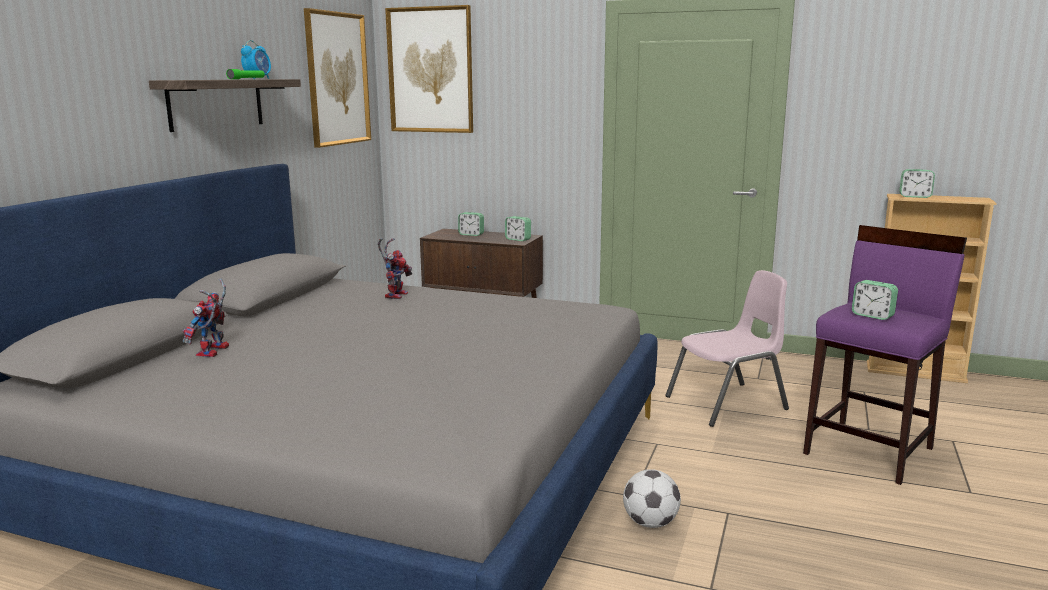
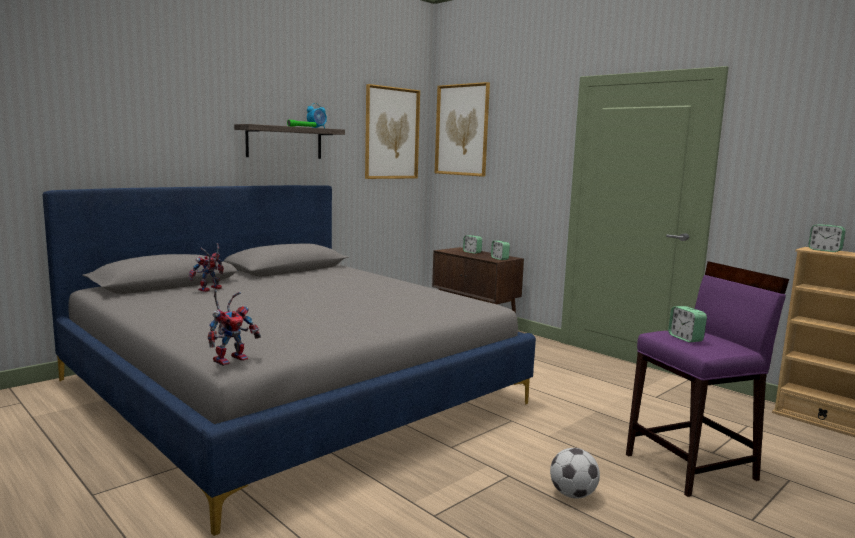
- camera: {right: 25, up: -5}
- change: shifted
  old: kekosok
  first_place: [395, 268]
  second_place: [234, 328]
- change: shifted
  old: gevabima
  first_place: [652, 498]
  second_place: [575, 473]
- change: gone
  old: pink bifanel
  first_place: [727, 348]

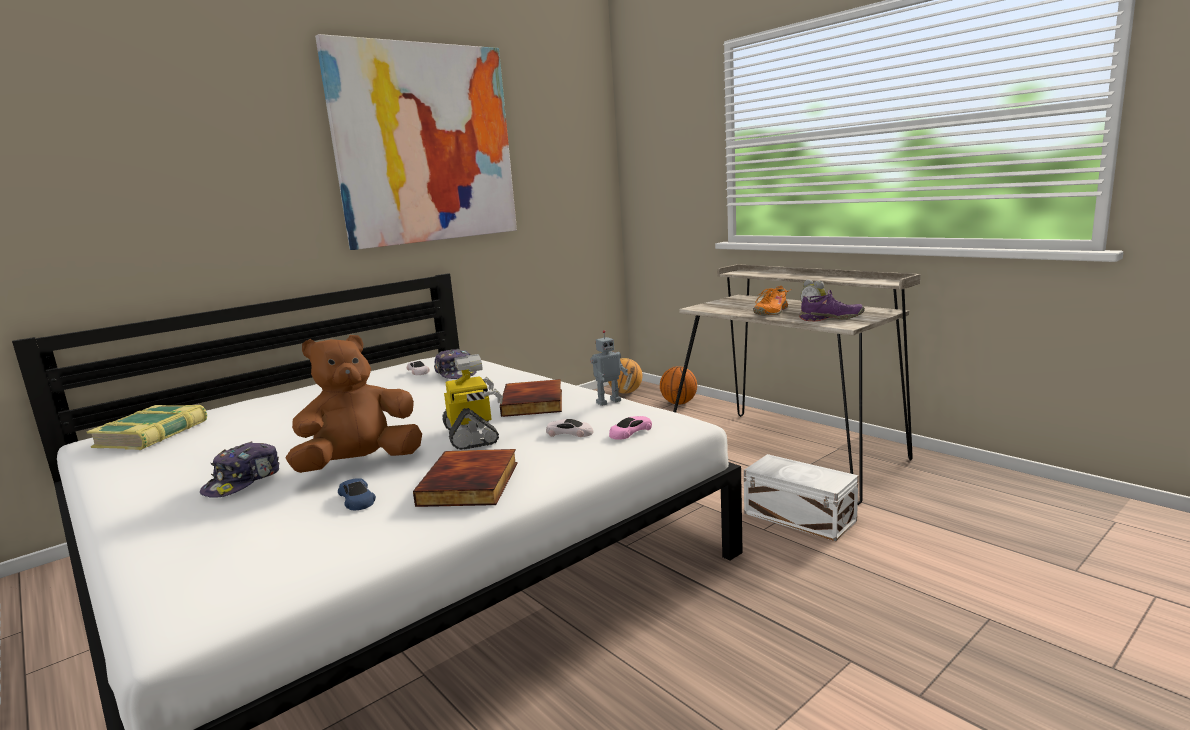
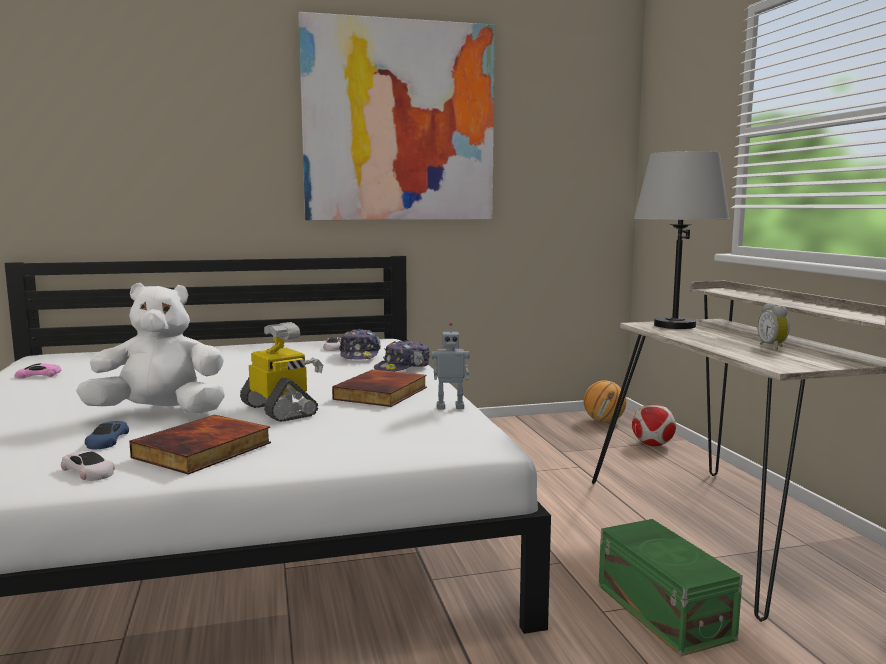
- camera: {right: 25, up: -5}
- change: shifted
  old: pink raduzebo
  first_place: [630, 428]
  second_place: [38, 370]
- change: shifted
  old: white raduzebo
  first_place: [569, 428]
  second_place: [88, 466]
- change: repainted
  old: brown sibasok
  new: white sibasok
  first_place: [354, 404]
  second_place: [150, 348]
- change: rotated
  old: kekosok
  first_place: [472, 402]
  second_place: [281, 372]
  degrees: -45
- change: shifted
  old: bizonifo
  first_place: [240, 469]
  second_place: [402, 356]
- change: repainted
  old: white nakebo
  new: green nakebo
  first_place: [801, 497]
  second_place: [671, 587]
- change: swapped
  old: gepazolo
  new: gevabima
  first_place: [678, 385]
  second_place: [654, 424]
- change: new
  new: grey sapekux
  second_place: [682, 240]
- change: gone
  old: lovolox
  first_place: [147, 427]
- change: gone
  old: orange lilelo
  first_place: [771, 300]
- change: gone
  old: purple lilelo
  first_place: [832, 305]

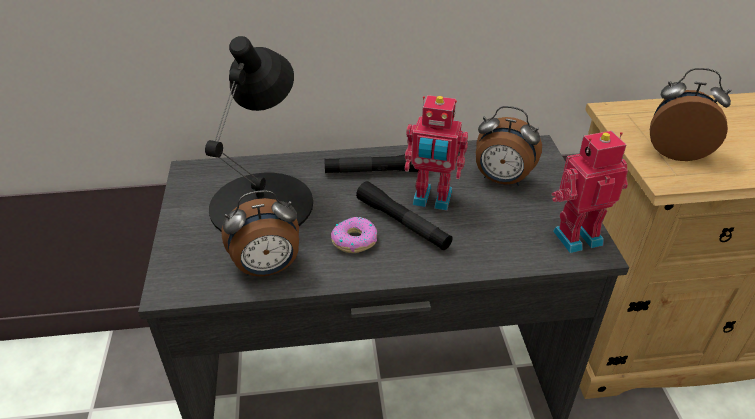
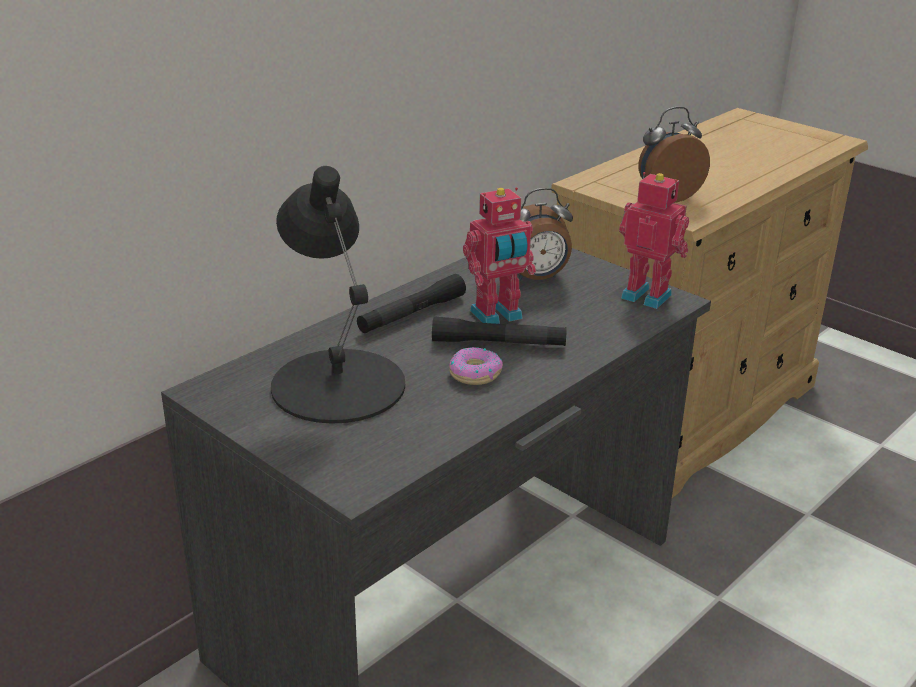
- camera: {right: -40, up: -10}
- change: rotated
  old: kekosok
  first_place: [589, 192]
  second_place: [654, 240]
  degrees: 90
- change: gone
  old: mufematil
  first_place: [260, 233]

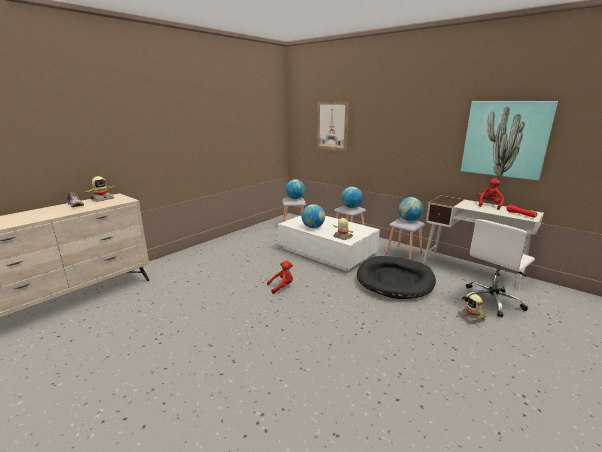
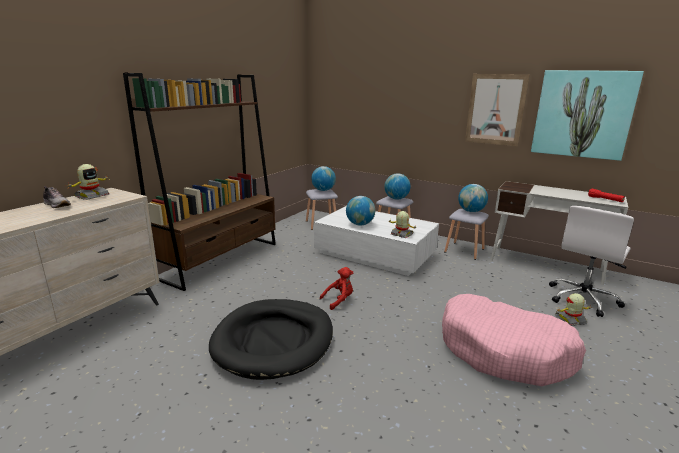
- camera: {right: -10, up: 0}
- change: new
  new: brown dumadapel
  second_place: [199, 181]
- change: shifted
  old: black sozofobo
  first_place: [396, 277]
  second_place: [271, 339]
- change: new
  new: pink sozofobo
  second_place: [514, 340]
- change: shifted
  old: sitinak
  first_place: [333, 126]
  second_place: [497, 110]
- change: rotated
  old: kekosok
  first_place: [472, 309]
  second_place: [573, 309]
  degrees: 105
- change: gone
  old: red sibasok
  first_place: [491, 194]

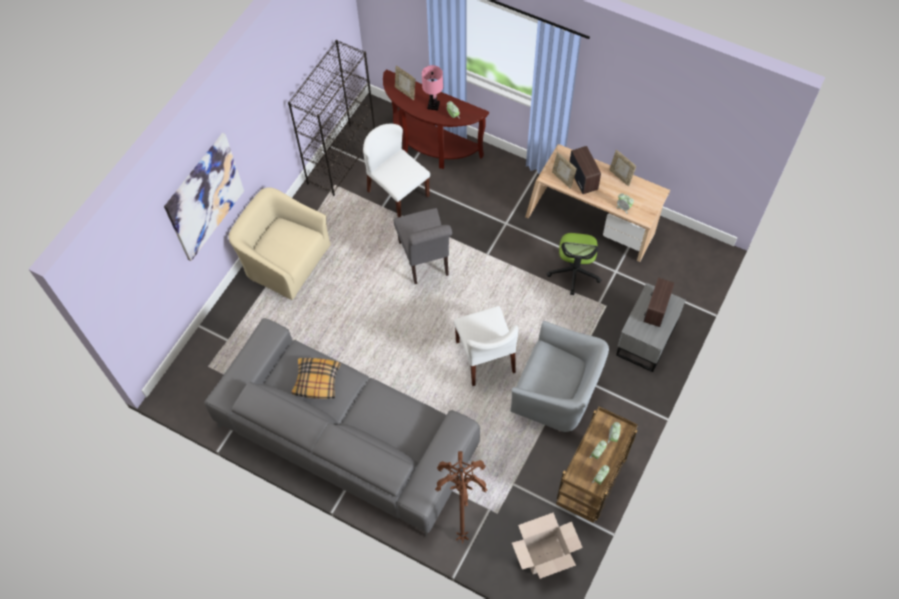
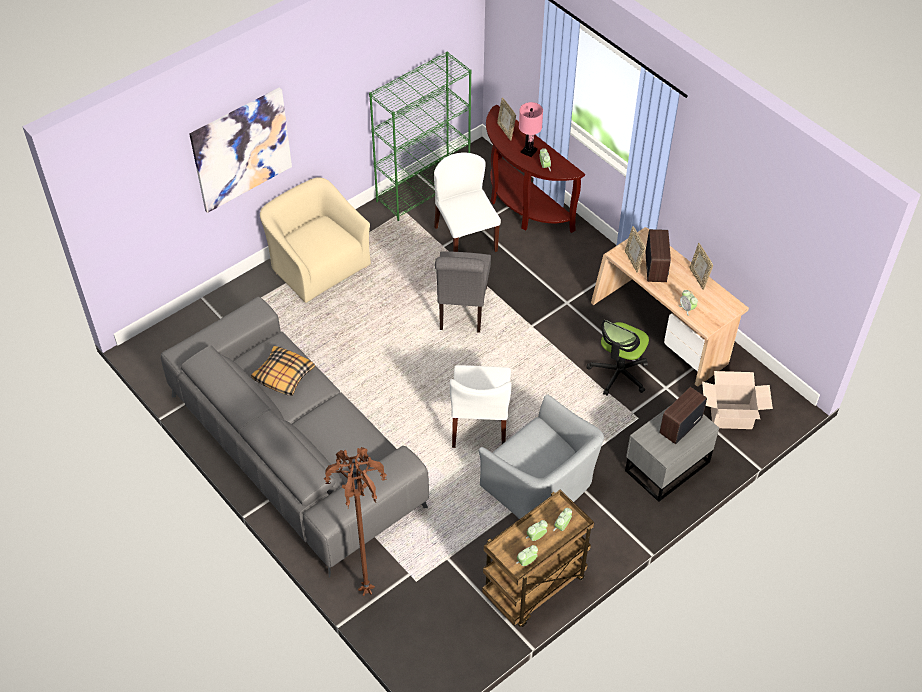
- camera: {right: 20, up: -10}
- change: repainted
  old: black dumadapel
  new: green dumadapel
  first_place: [331, 118]
  second_place: [420, 136]
- change: shifted
  old: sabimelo
  first_place: [547, 546]
  second_place: [737, 400]

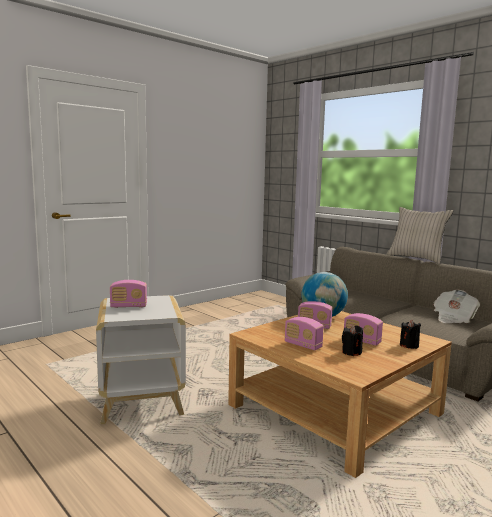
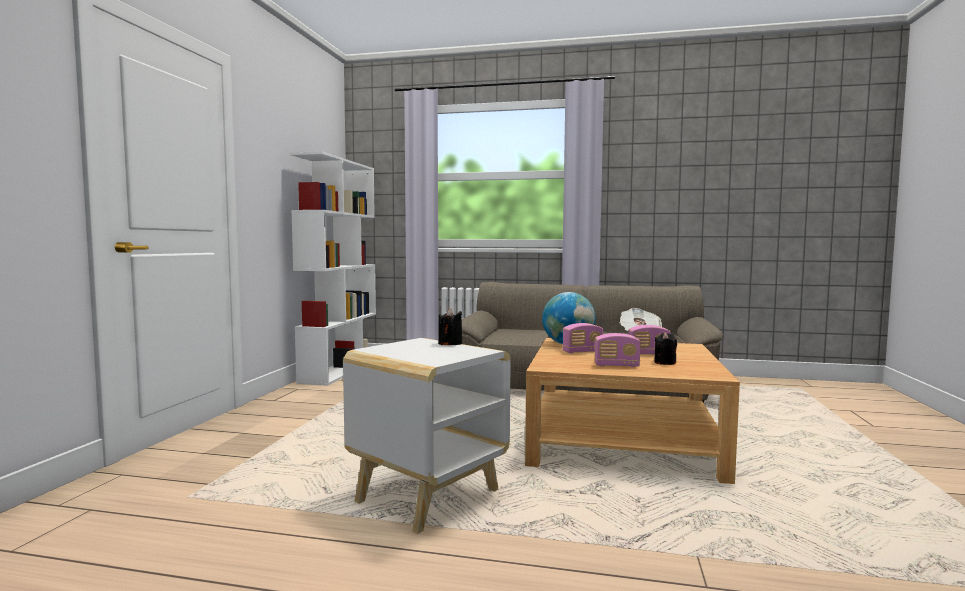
- camera: {right: -35, up: -5}
- change: new
  new: white dumadapel
  second_place: [333, 268]
- change: shifted
  old: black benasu
  first_place: [410, 334]
  second_place: [450, 327]
- change: gone
  old: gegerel
  first_place: [128, 294]
- change: gone
  old: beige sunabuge
  first_place: [420, 235]

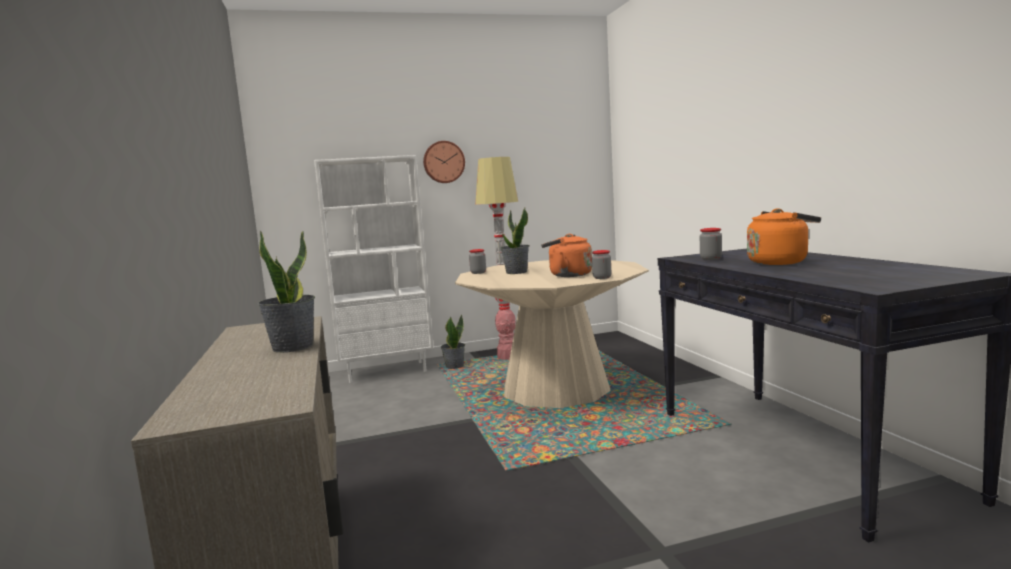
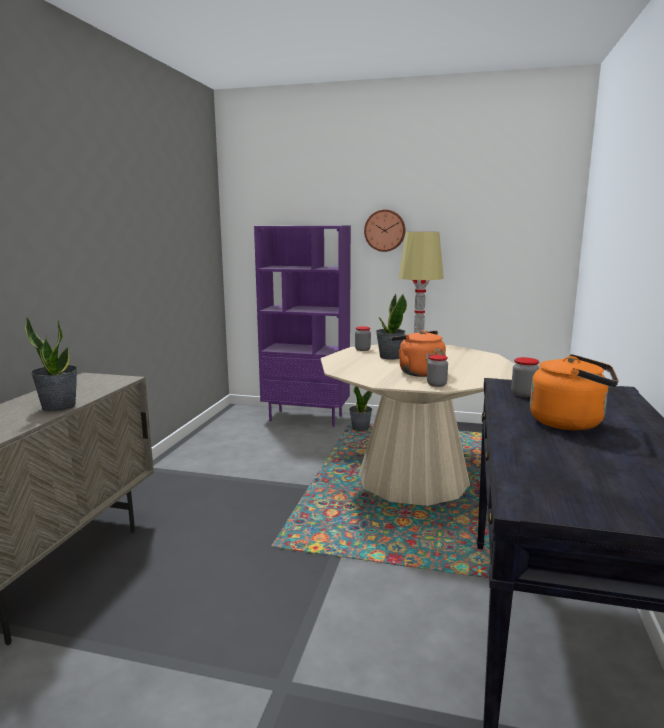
- camera: {right: 30, up: 5}
- change: repainted
  old: white dumadapel
  new: purple dumadapel
  first_place: [373, 269]
  second_place: [302, 326]

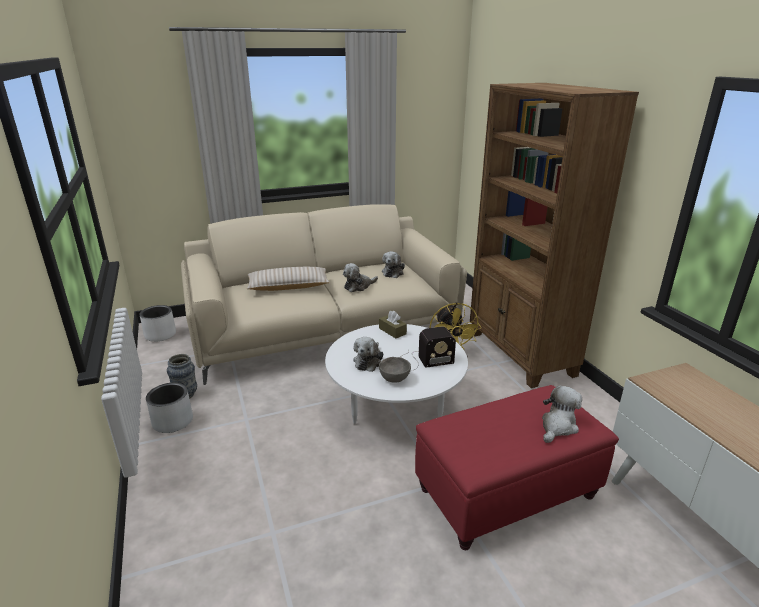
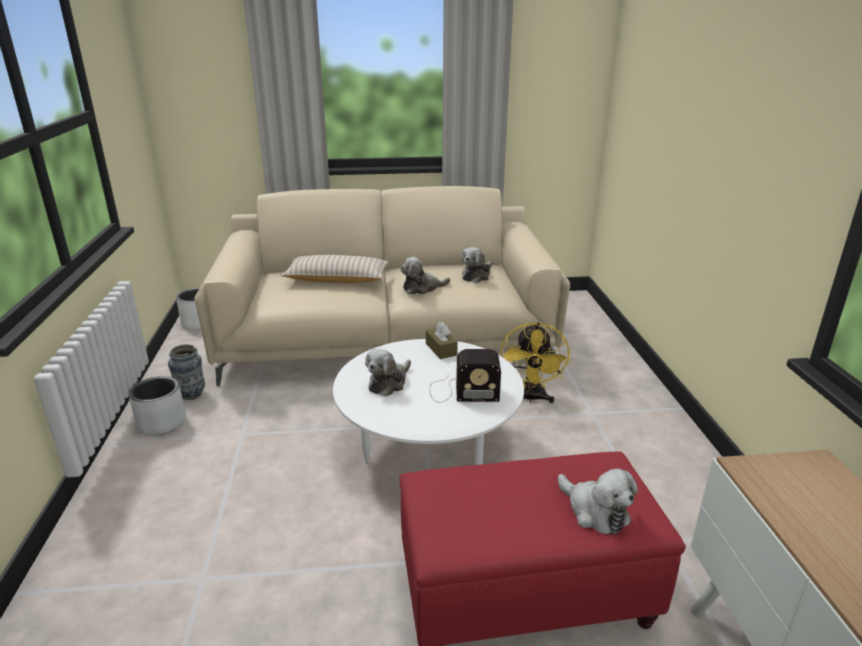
- camera: {right: 15, up: 0}
- change: rotated
  old: sibasok
  first_place: [562, 414]
  second_place: [598, 502]
  degrees: 90
- change: gone
  old: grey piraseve
  first_place: [395, 370]
- change: gone
  old: brown dumadapel
  first_place: [554, 235]

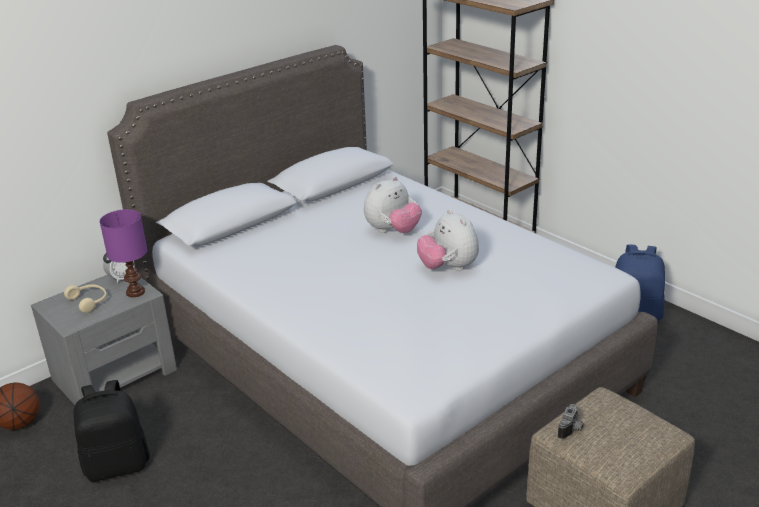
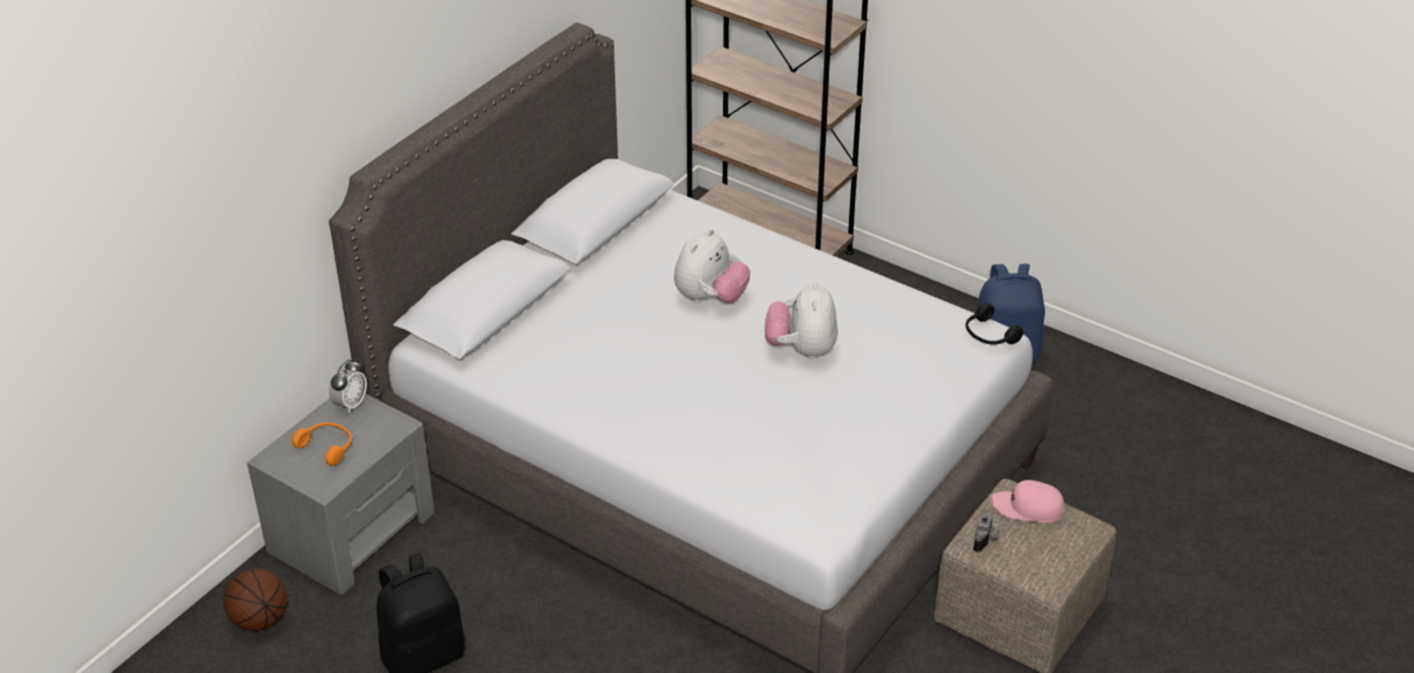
- camera: {right: -15, up: 10}
- change: repainted
  old: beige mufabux
  new: orange mufabux
  first_place: [85, 299]
  second_place: [322, 444]
- change: rotated
  old: sibasok
  first_place: [448, 240]
  second_place: [801, 320]
  degrees: 45
- change: new
  new: black mufabux
  second_place: [994, 324]
- change: new
  new: pink bizonifo
  second_place: [1027, 501]
- change: gone
  old: purple sapekux
  first_place: [123, 253]

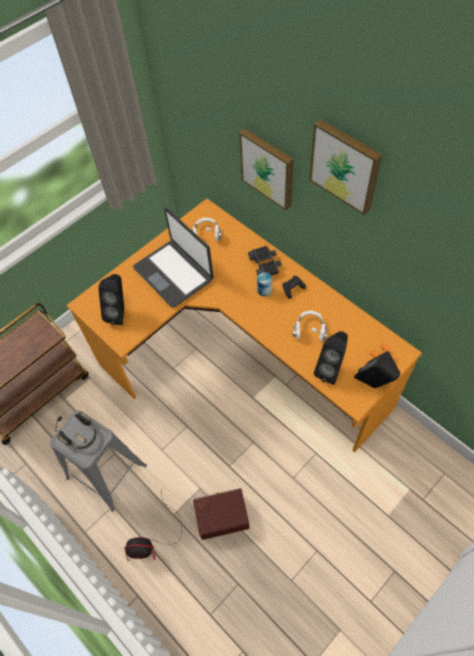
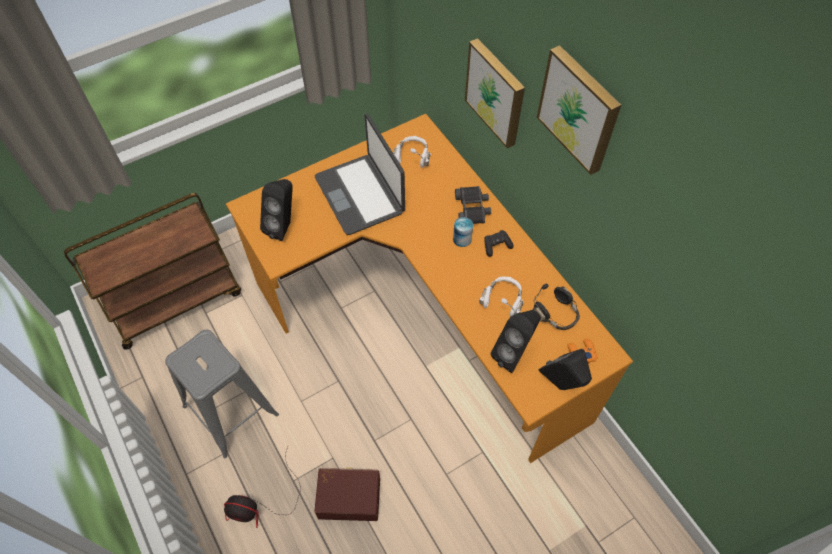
- camera: {right: 10, up: 0}
- change: shifted
  old: black mufabux
  first_place: [75, 430]
  second_place: [556, 307]

